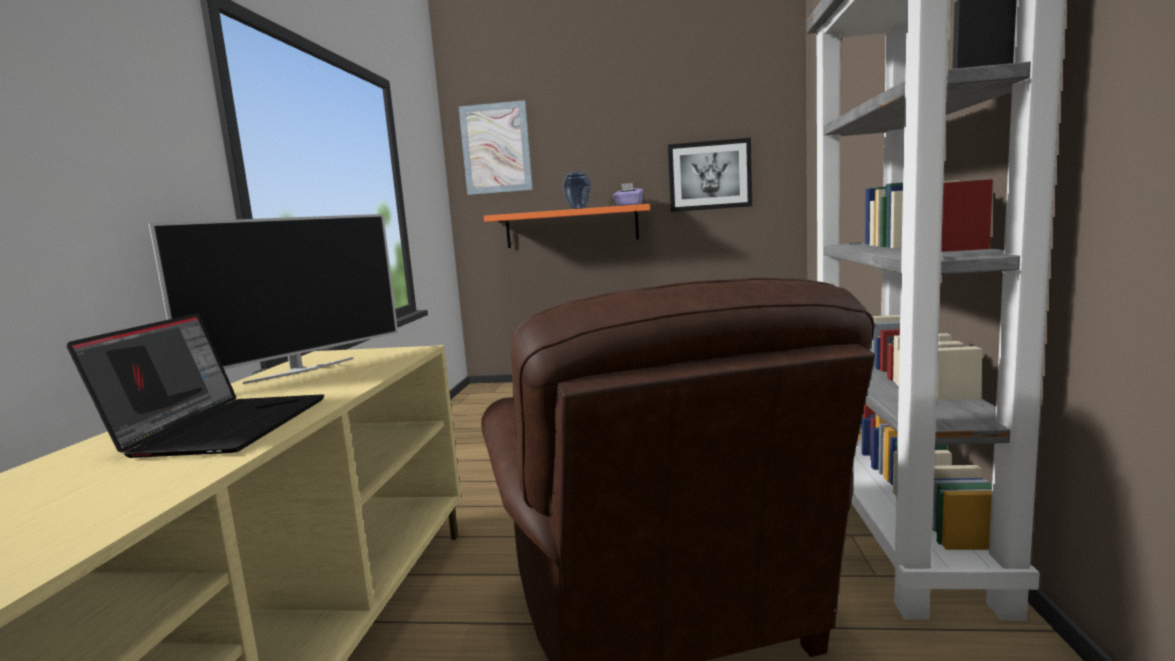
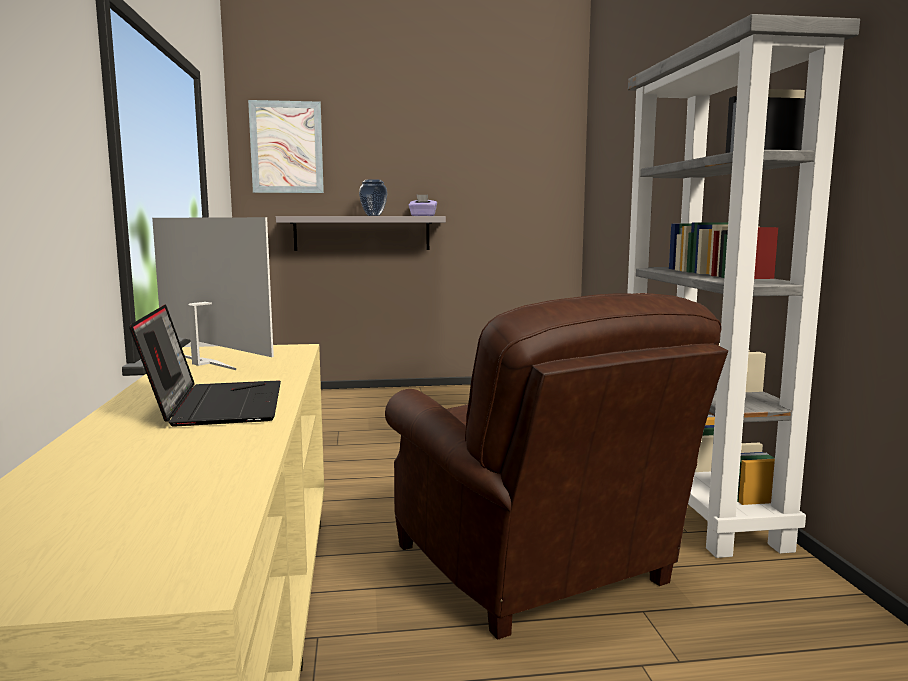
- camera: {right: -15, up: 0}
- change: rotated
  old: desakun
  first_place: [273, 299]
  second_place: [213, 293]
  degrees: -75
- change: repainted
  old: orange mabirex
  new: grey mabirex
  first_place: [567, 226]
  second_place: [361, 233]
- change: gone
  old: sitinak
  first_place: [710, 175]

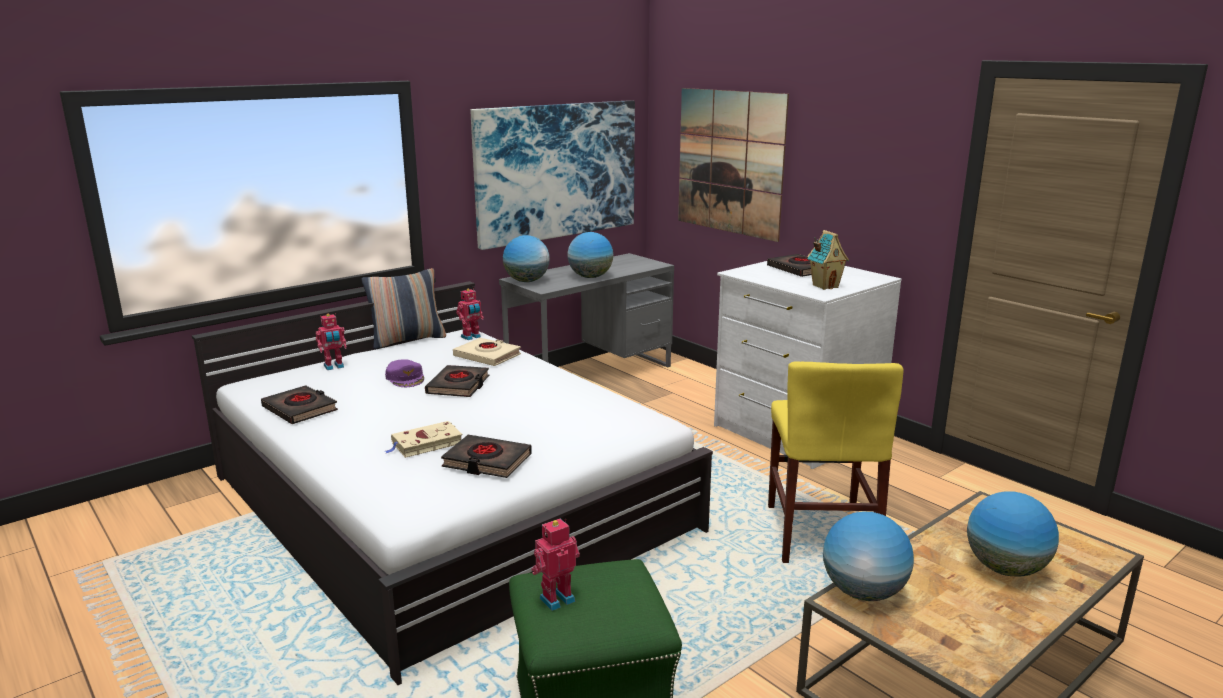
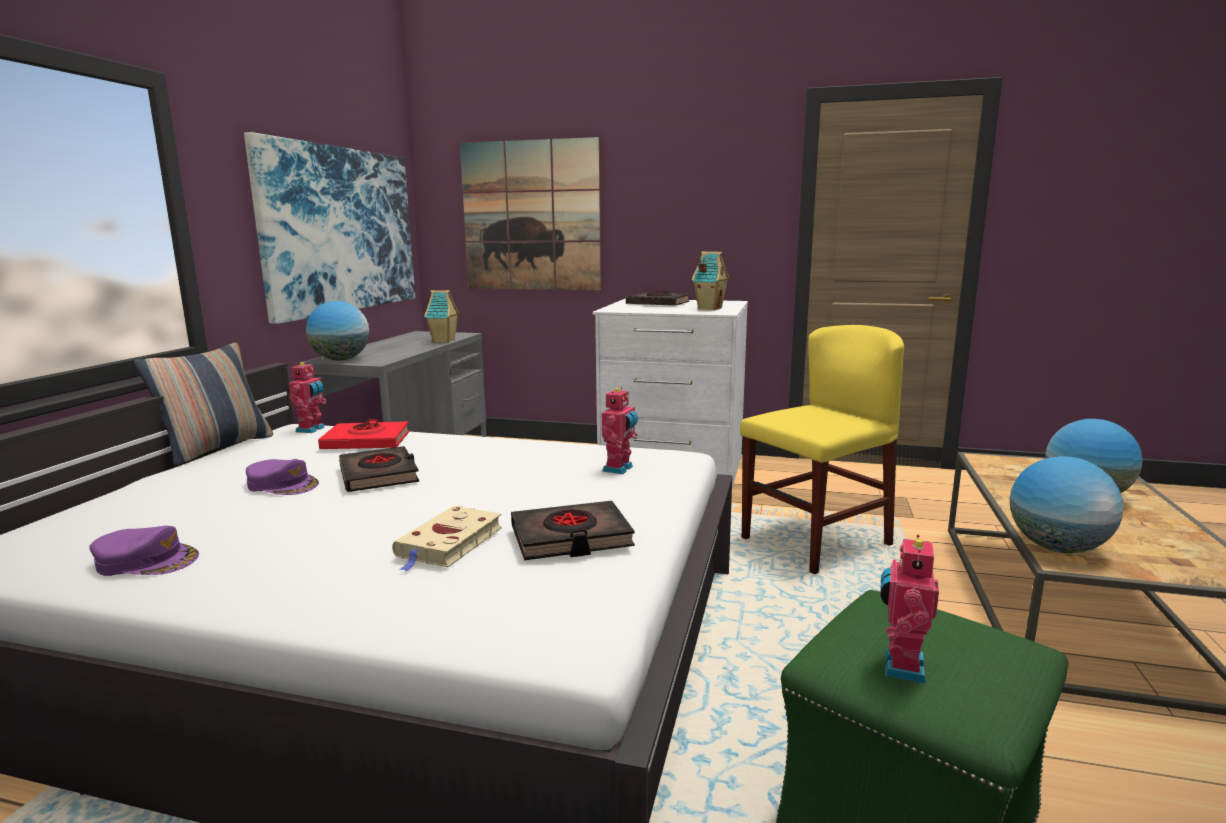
- camera: {right: -35, up: -5}
- change: swapped
  old: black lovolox
  new: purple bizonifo
  first_place: [299, 404]
  second_place: [144, 551]
- change: repainted
  old: beige lovolox
  new: red lovolox
  first_place: [487, 352]
  second_place: [363, 434]
- change: new
  new: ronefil
  second_place: [441, 316]
- change: shifted
  old: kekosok
  first_place: [331, 342]
  second_place: [620, 430]
- change: rotated
  old: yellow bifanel
  first_place: [836, 462]
  second_place: [822, 449]
  degrees: -90
- change: gone
  old: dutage
  first_place: [591, 255]

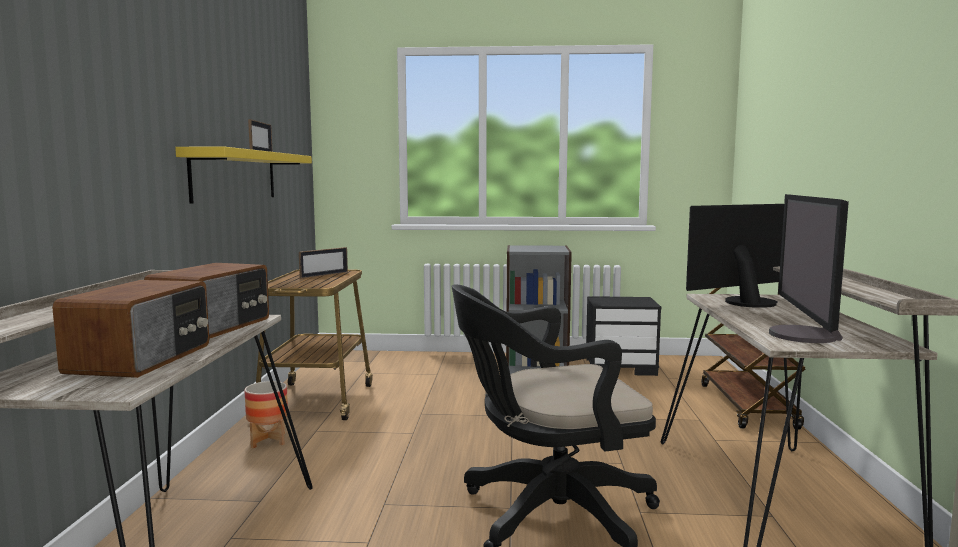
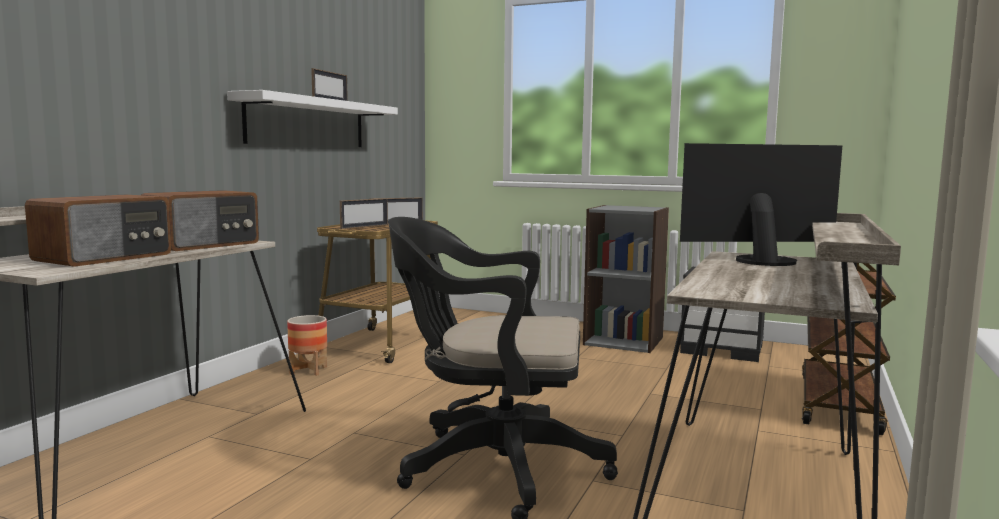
- camera: {right: 20, up: 0}
- change: repainted
  old: yellow mabirex
  new: white mabirex
  first_place: [243, 175]
  second_place: [312, 118]
- change: new
  new: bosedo
  second_place: [364, 213]
- change: gone
  old: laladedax
  first_place: [809, 268]

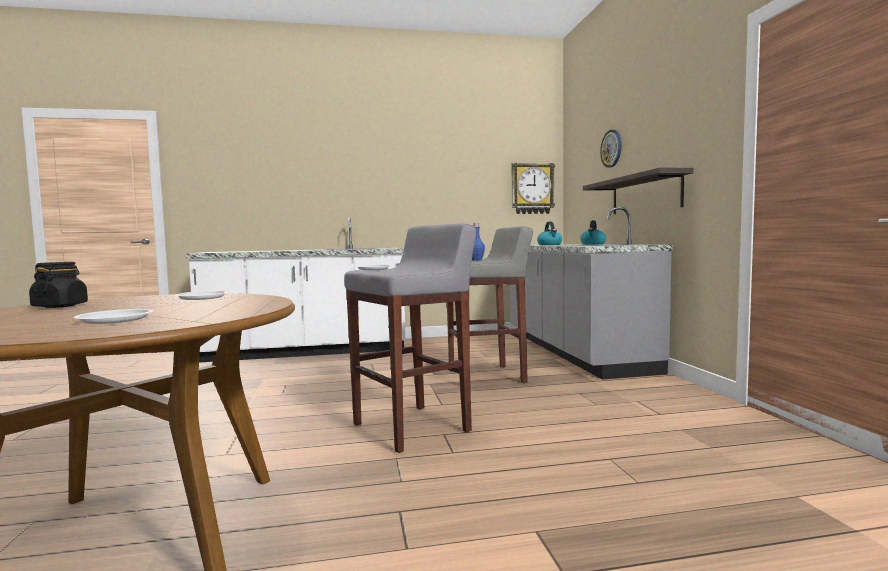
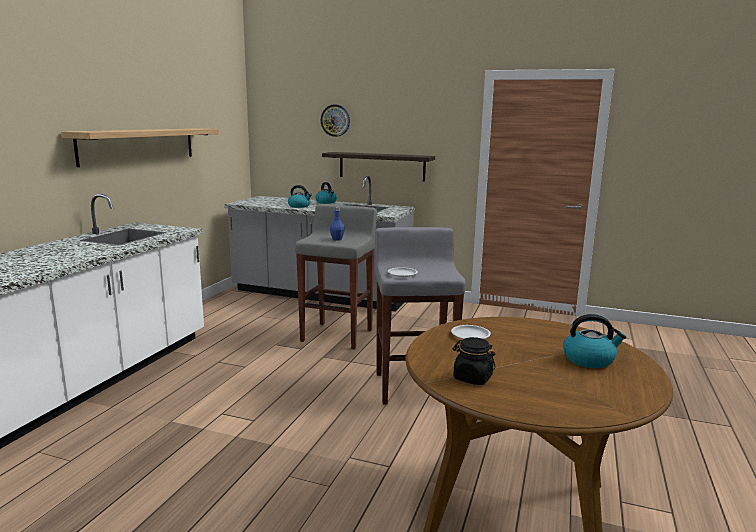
- camera: {right: -60, up: 10}
- change: new
  new: mabirex
  second_place: [140, 147]
- change: swapped
  old: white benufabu
  new: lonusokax
  first_place: [113, 316]
  second_place: [594, 341]
- change: gone
  old: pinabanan
  first_place: [533, 188]

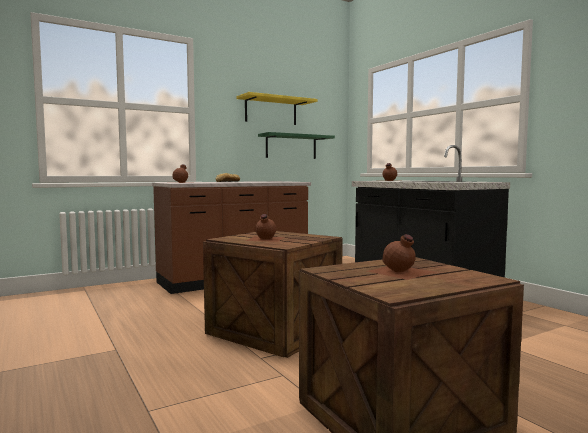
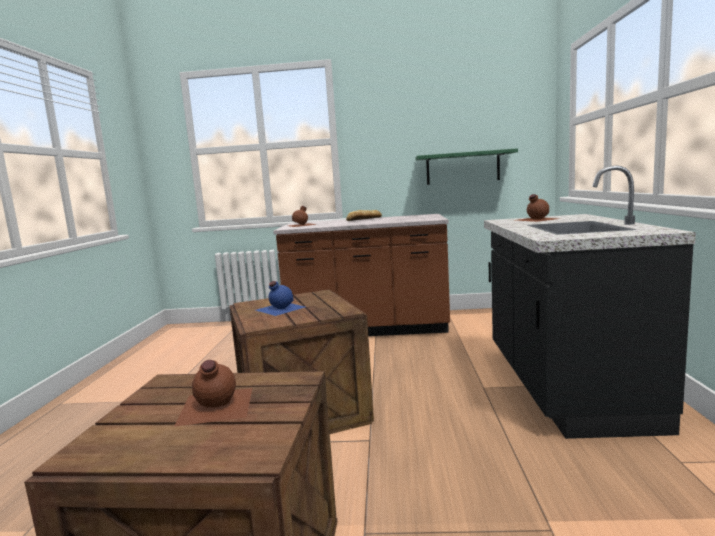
- camera: {right: 35, up: 5}
- change: repainted
  old: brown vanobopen
  new: blue vanobopen
  first_place: [265, 228]
  second_place: [280, 298]
- change: gone
  old: yellow mabirex
  first_place: [276, 108]

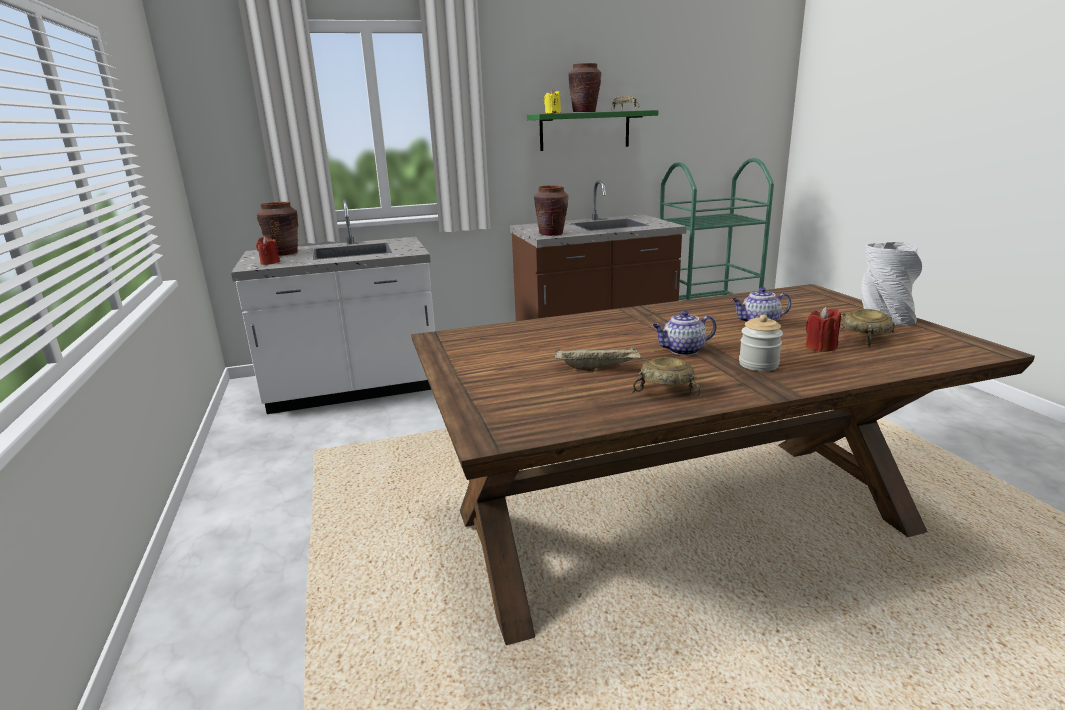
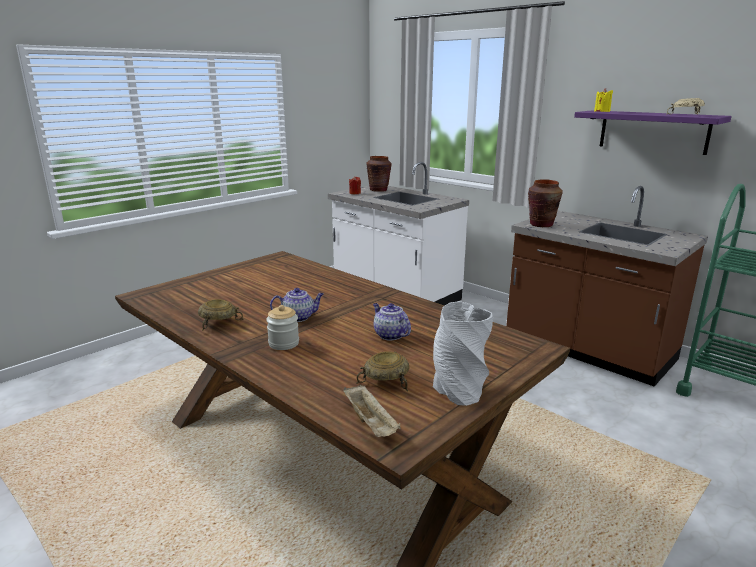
- camera: {right: 60, up: 0}
- change: rotated
  old: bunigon
  first_place: [684, 333]
  second_place: [297, 305]
  degrees: 120
- change: shifted
  old: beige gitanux
  first_place: [598, 358]
  second_place: [372, 411]
- change: repainted
  old: green mabirex
  new: purple mabirex
  first_place: [592, 130]
  second_place: [653, 132]
- change: gone
  old: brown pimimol
  first_place: [584, 87]
- change: gone
  old: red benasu
  first_place: [823, 329]

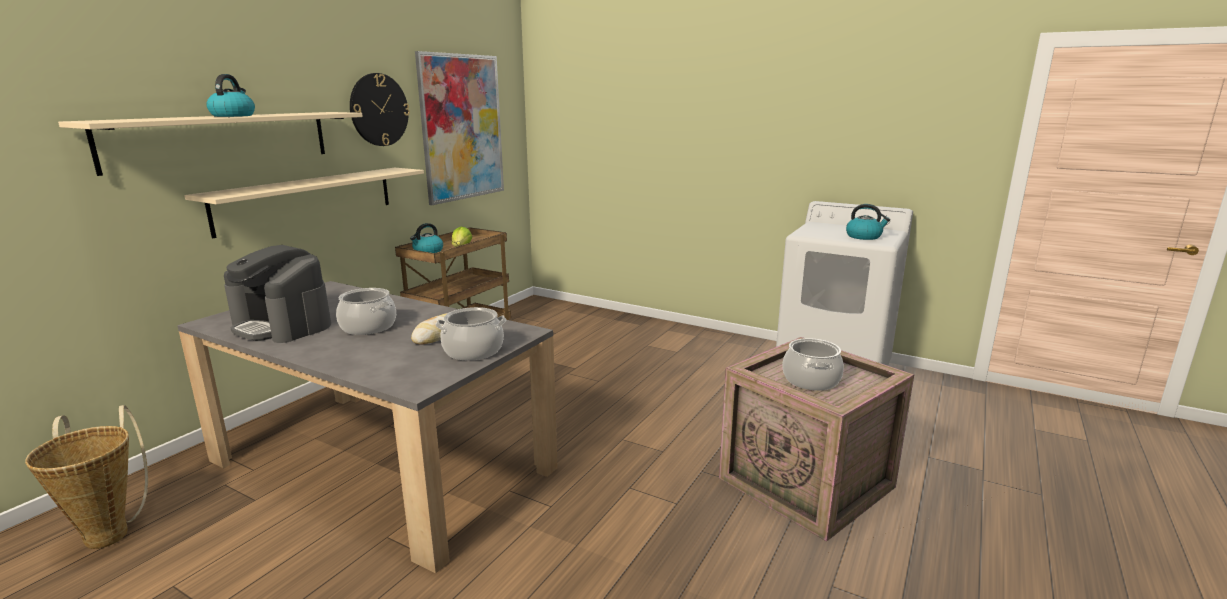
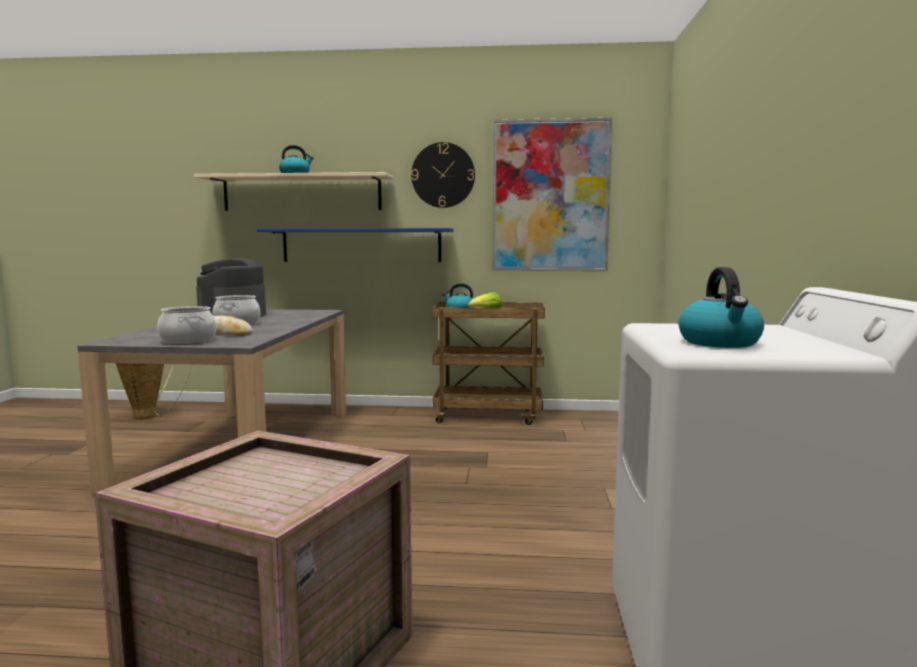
- camera: {right: 65, up: -10}
- change: repainted
  old: beige mabirex
  new: blue mabirex
  first_place: [304, 202]
  second_place: [355, 245]
- change: gone
  old: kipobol
  first_place: [813, 364]

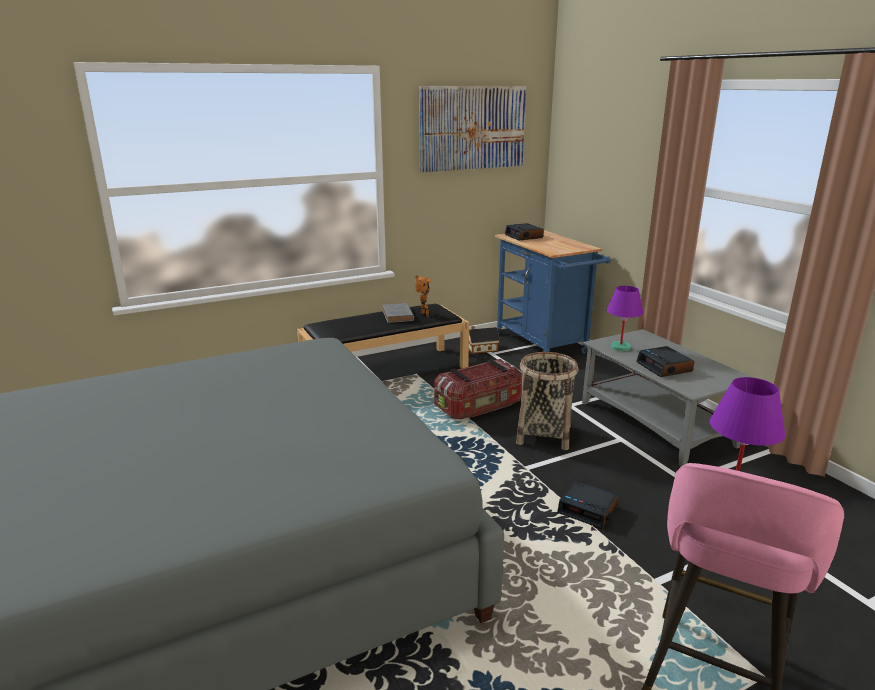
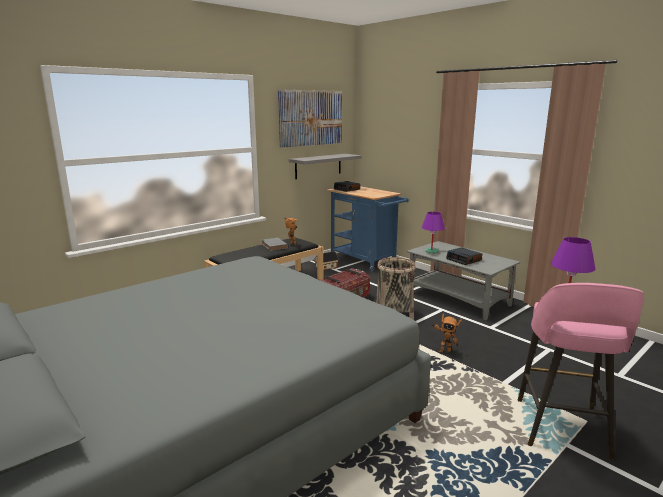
- camera: {right: -15, up: -5}
- change: new
  new: grey mabirex
  second_place: [325, 166]
- change: swapped
  old: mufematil
  new: kekosok
  first_place: [587, 505]
  second_place: [447, 333]

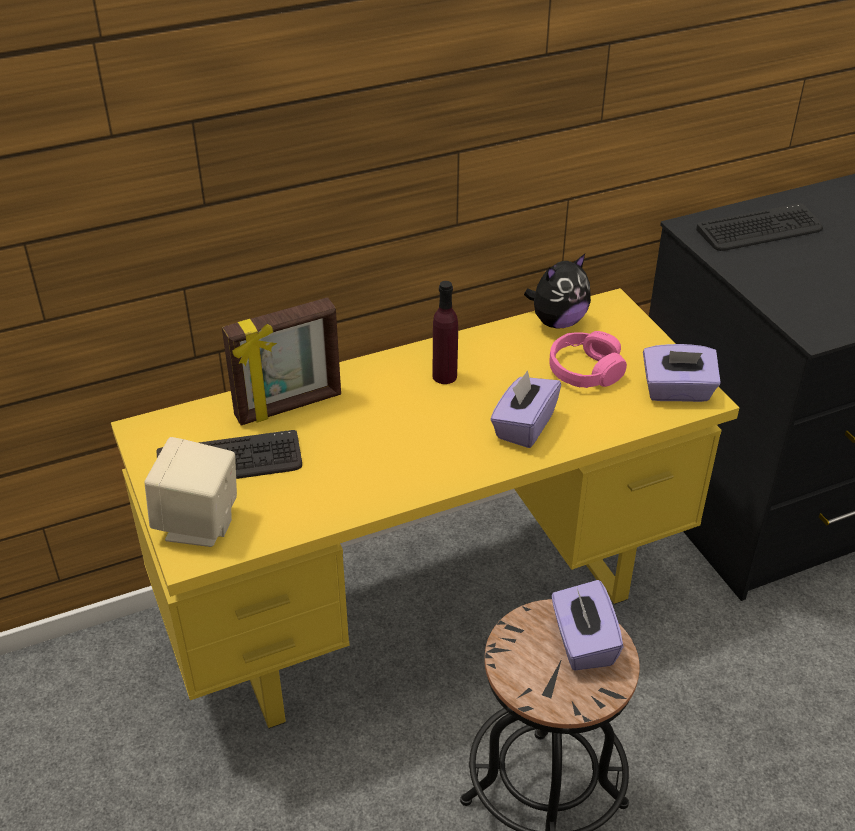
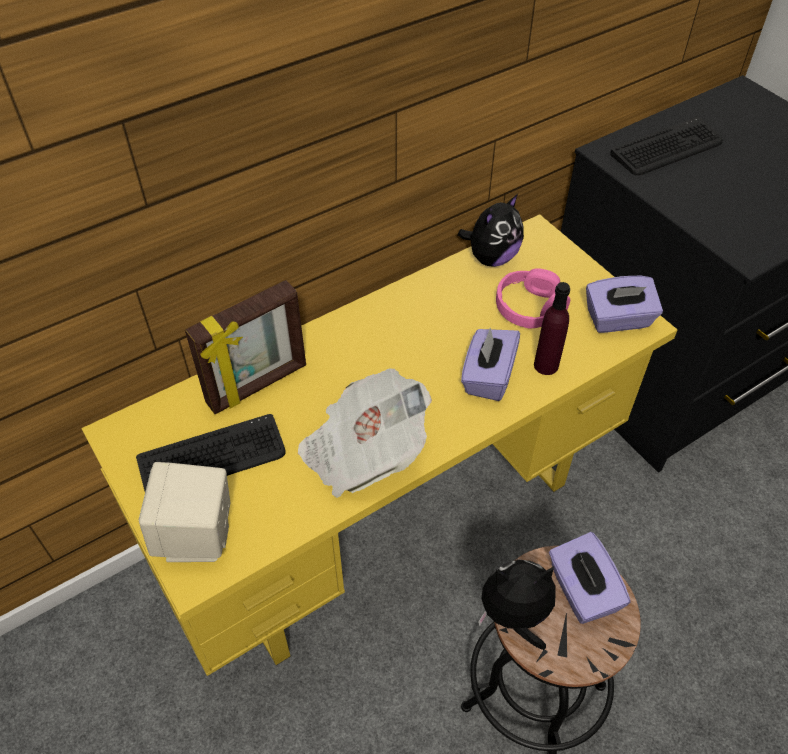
- camera: {right: -10, up: 10}
- change: new
  new: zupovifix
  second_place: [365, 433]
- change: new
  new: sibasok
  second_place: [517, 605]
- change: shifted
  old: purple vanobopen
  first_place: [445, 332]
  second_place: [552, 328]

